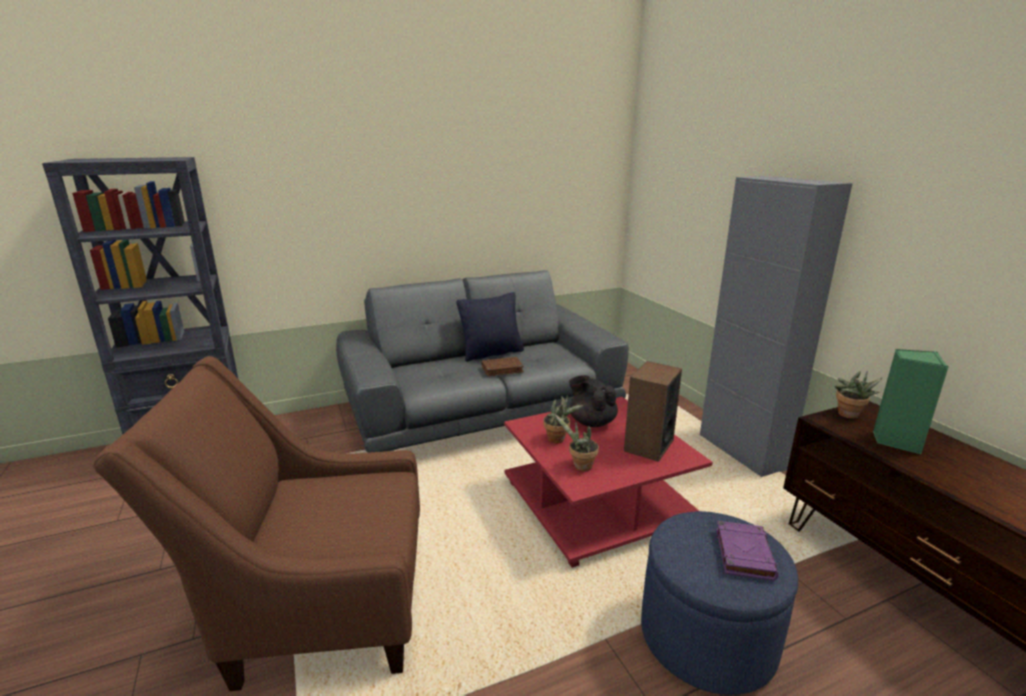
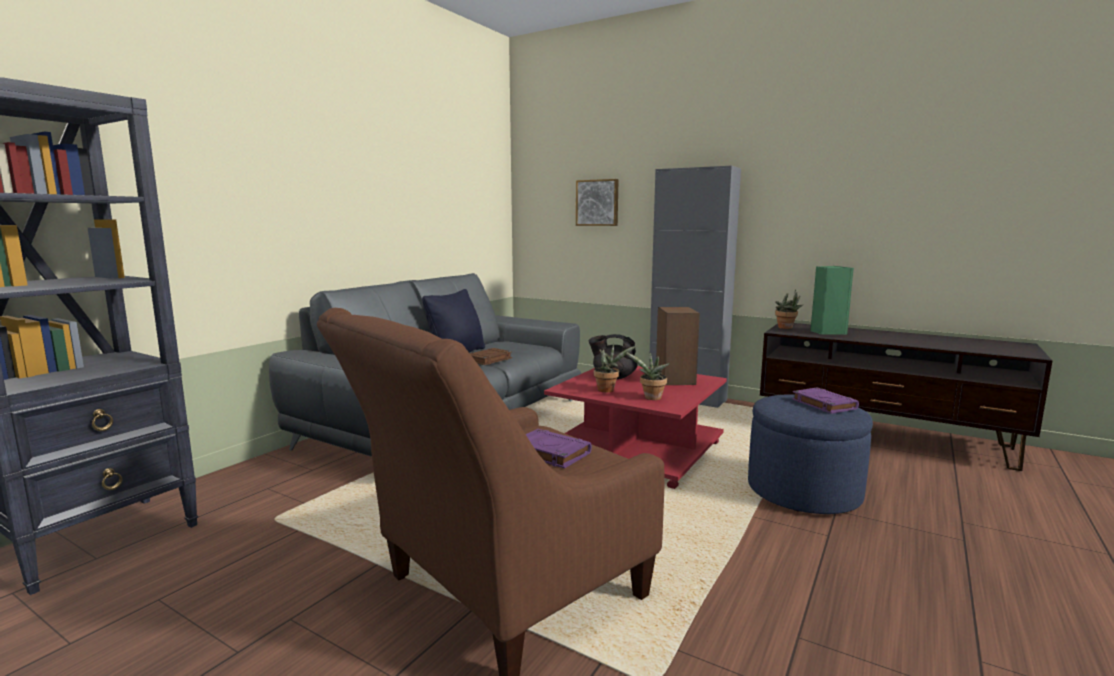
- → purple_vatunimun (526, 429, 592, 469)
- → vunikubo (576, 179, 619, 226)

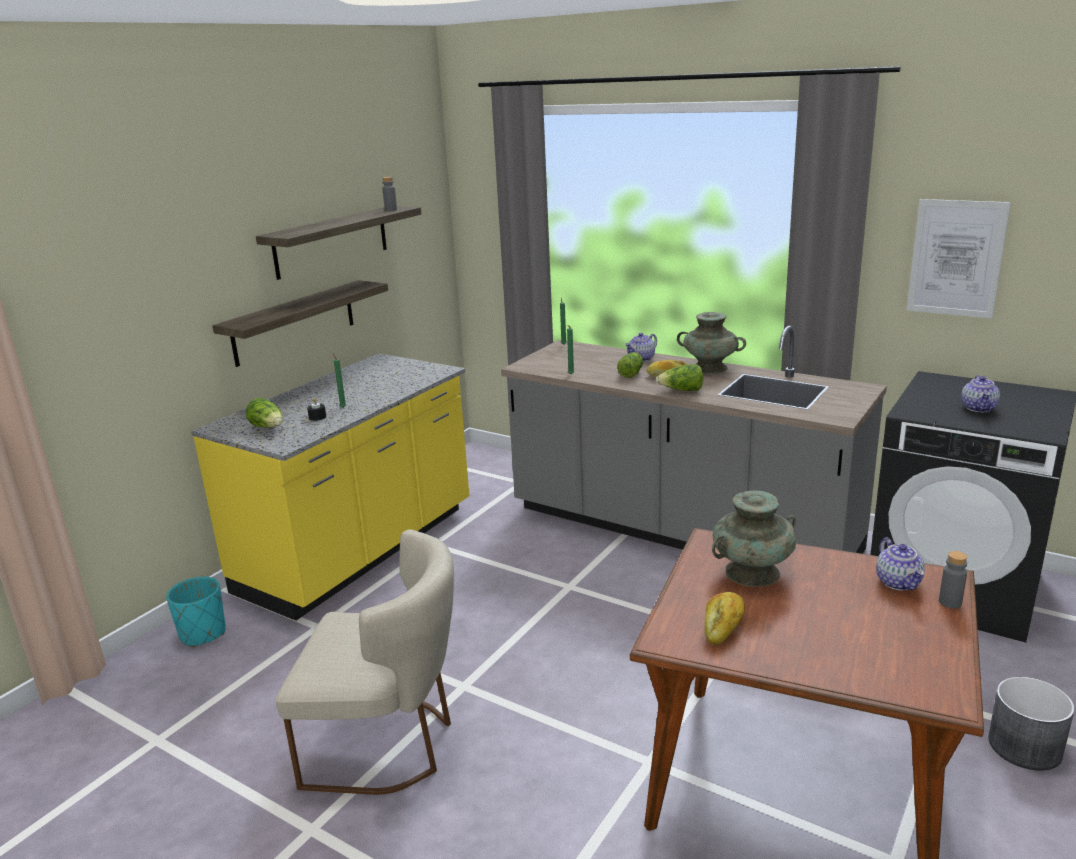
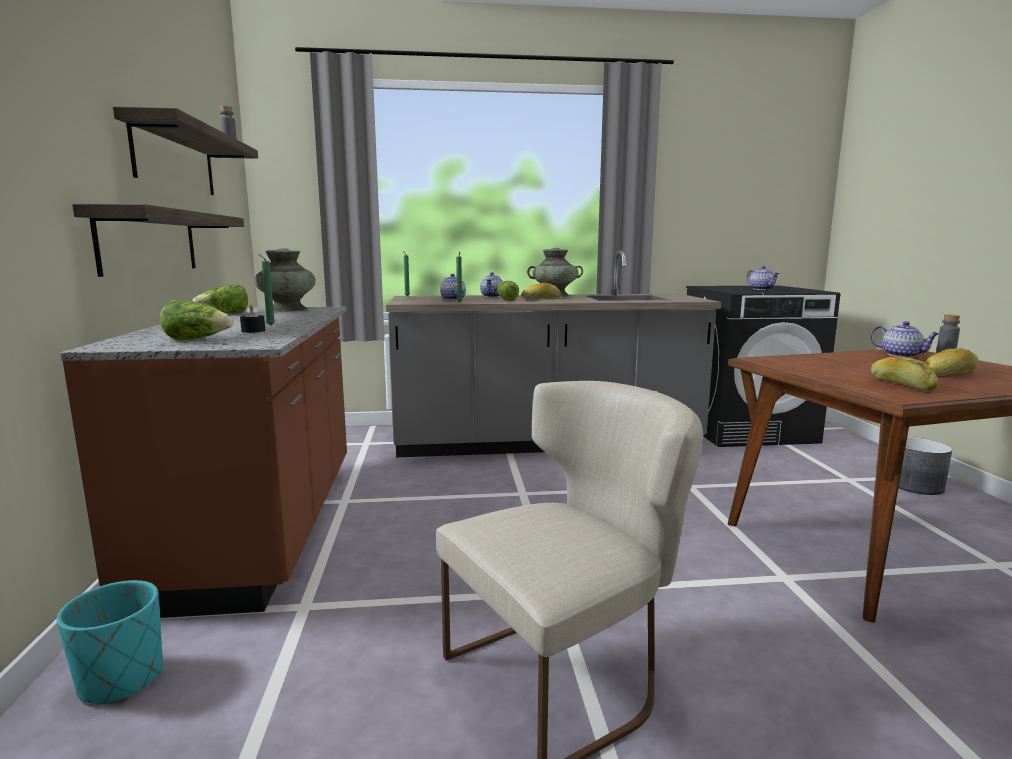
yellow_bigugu (191, 353, 470, 621) → brown_bigugu (60, 307, 347, 618)
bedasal (656, 364, 703, 391) → bedasal (193, 285, 248, 313), moved
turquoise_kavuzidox (712, 491, 796, 587) → turquoise_kavuzidox (254, 248, 316, 312), moved
vunikubo (907, 199, 1011, 319) → -
- → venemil (440, 274, 466, 300)
- → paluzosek (926, 348, 979, 376)

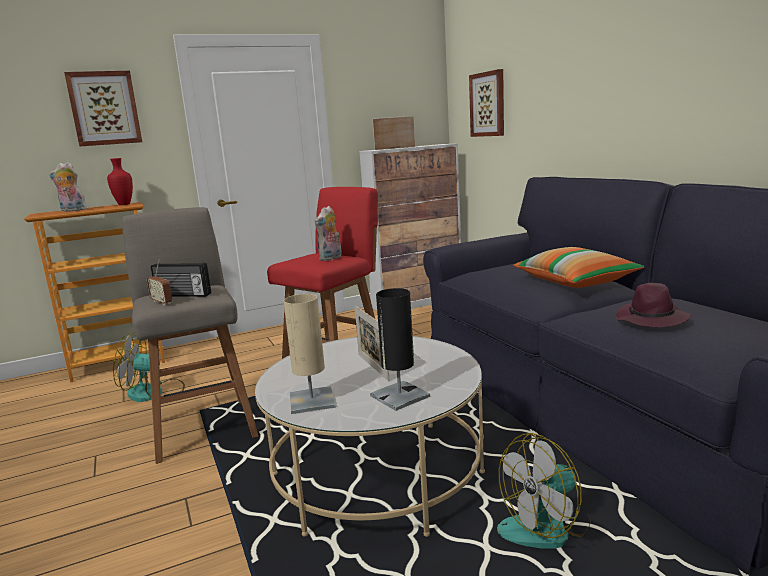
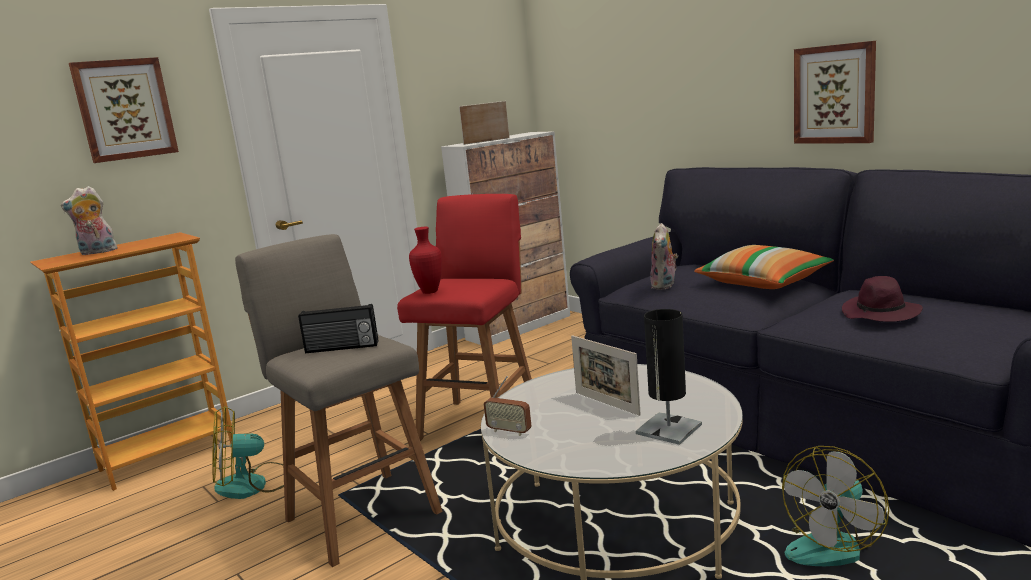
red_kavuzidox (107, 158, 133, 205) → red_kavuzidox (409, 227, 442, 294), moved
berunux (147, 259, 172, 306) → berunux (484, 376, 532, 436), moved
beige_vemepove (283, 294, 336, 414) → -
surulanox (315, 206, 342, 261) → surulanox (650, 223, 678, 290), moved
vunikubo (469, 69, 504, 137) → vunikubo (794, 41, 876, 144), moved

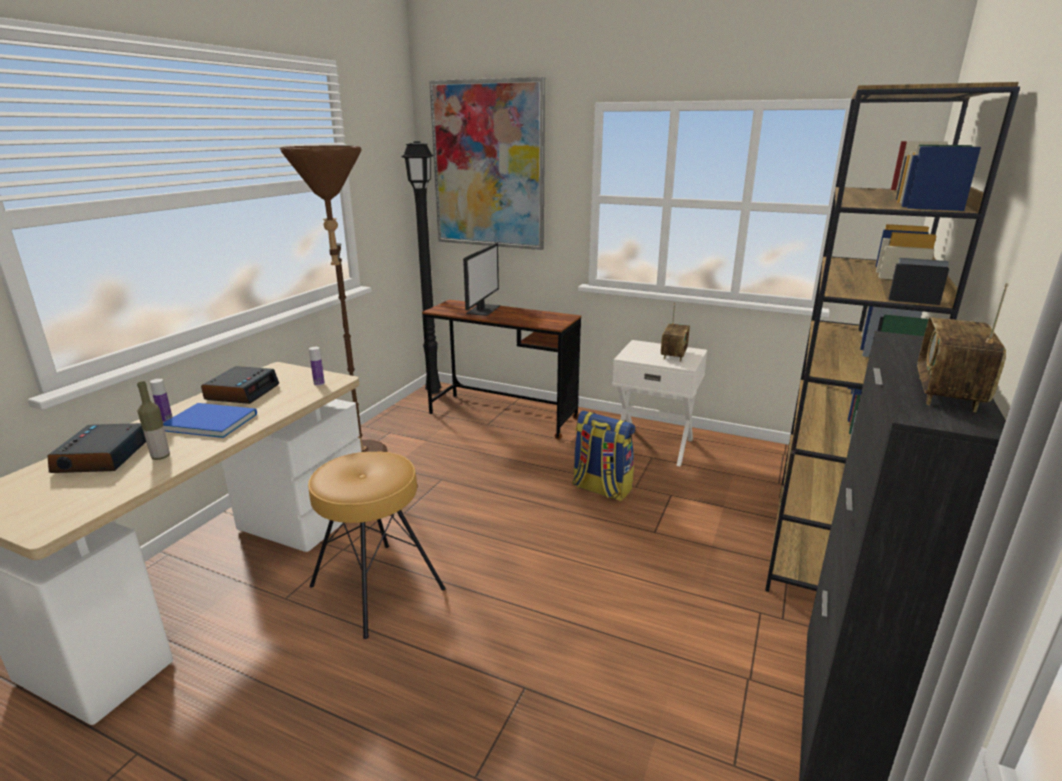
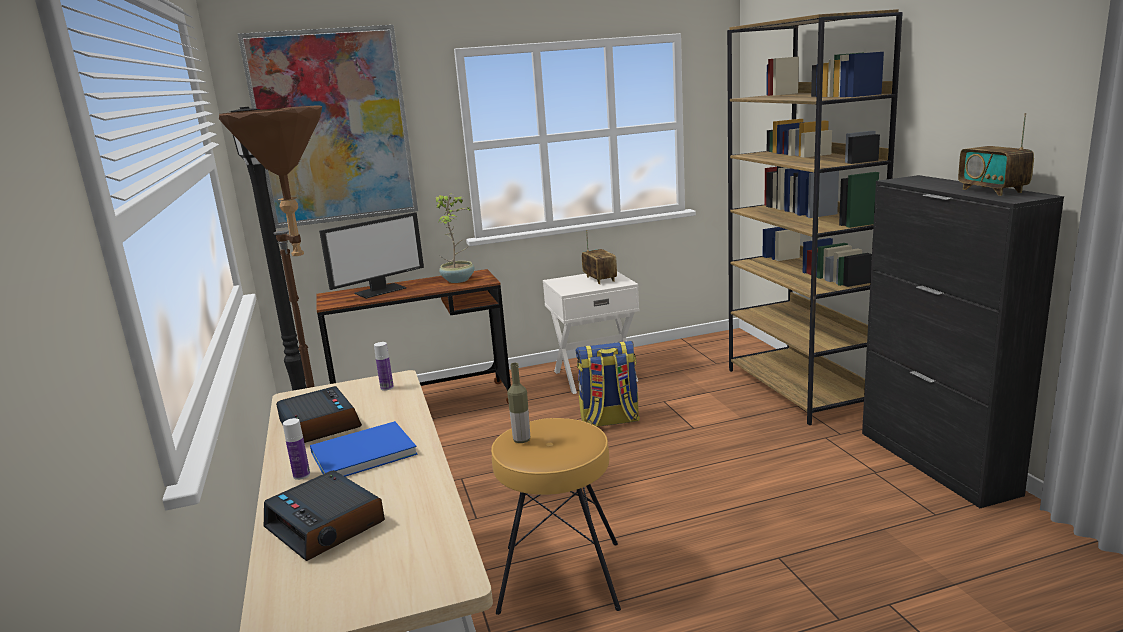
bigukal (137, 381, 170, 460) → bigukal (507, 363, 530, 443), moved
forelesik (463, 243, 500, 316) → forelesik (319, 212, 424, 299), 75 degrees clockwise
- → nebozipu (436, 194, 474, 283)

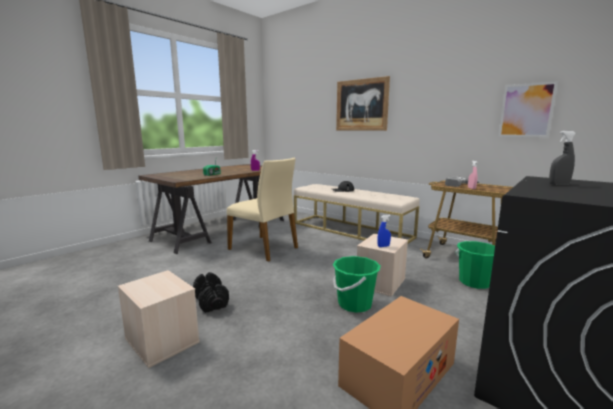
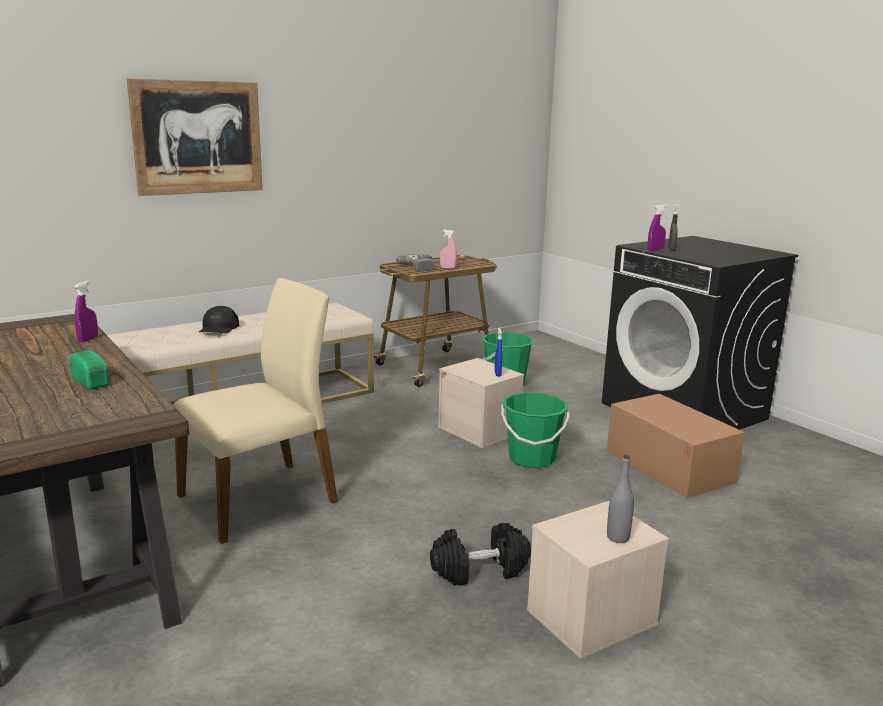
vunikubo (498, 81, 558, 137) → -
- → grey_bigukal (607, 455, 634, 543)
- → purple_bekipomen (648, 204, 667, 251)

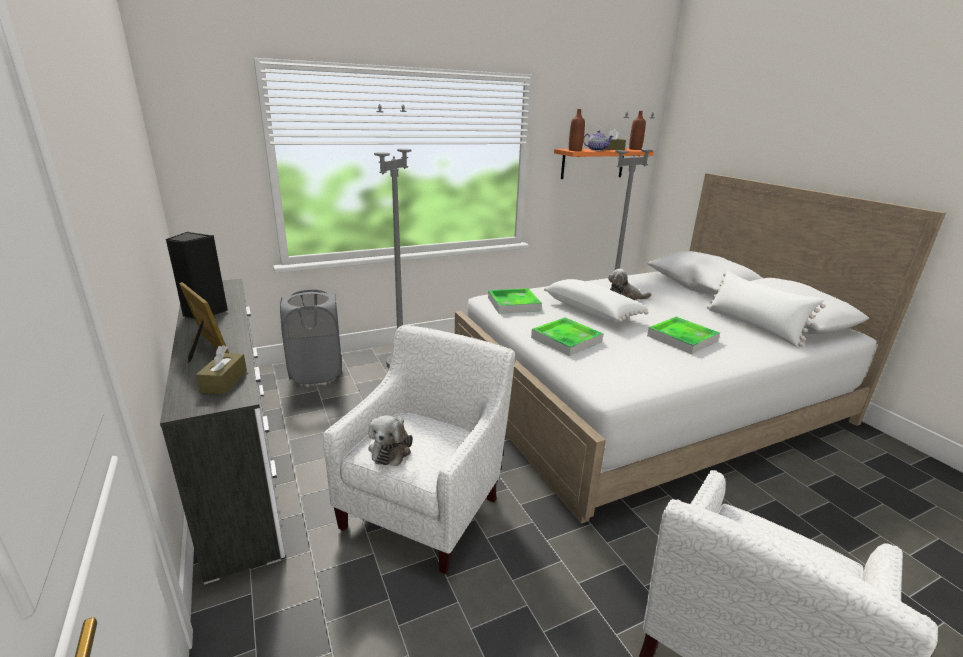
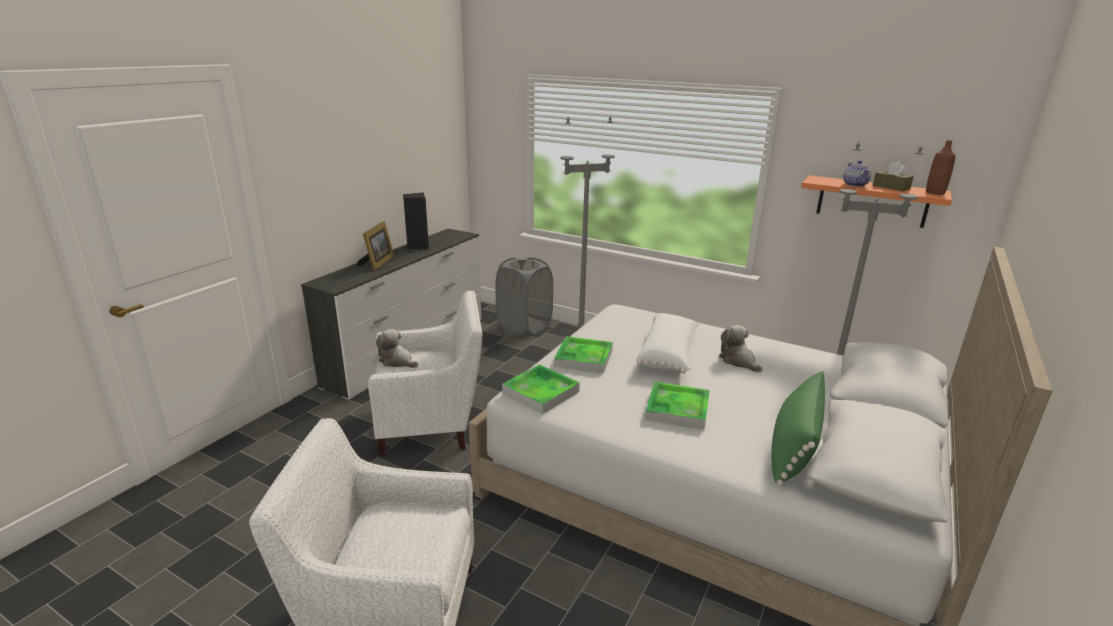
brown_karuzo (196, 345, 247, 394) → -
surulanox (368, 415, 413, 466) → surulanox (376, 329, 419, 368), 60 degrees clockwise
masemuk (488, 288, 542, 314) → masemuk (502, 364, 580, 414), moved
brown_bigukal (569, 109, 585, 151) → -
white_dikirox (707, 271, 826, 347) → green_dikirox (771, 371, 825, 486)

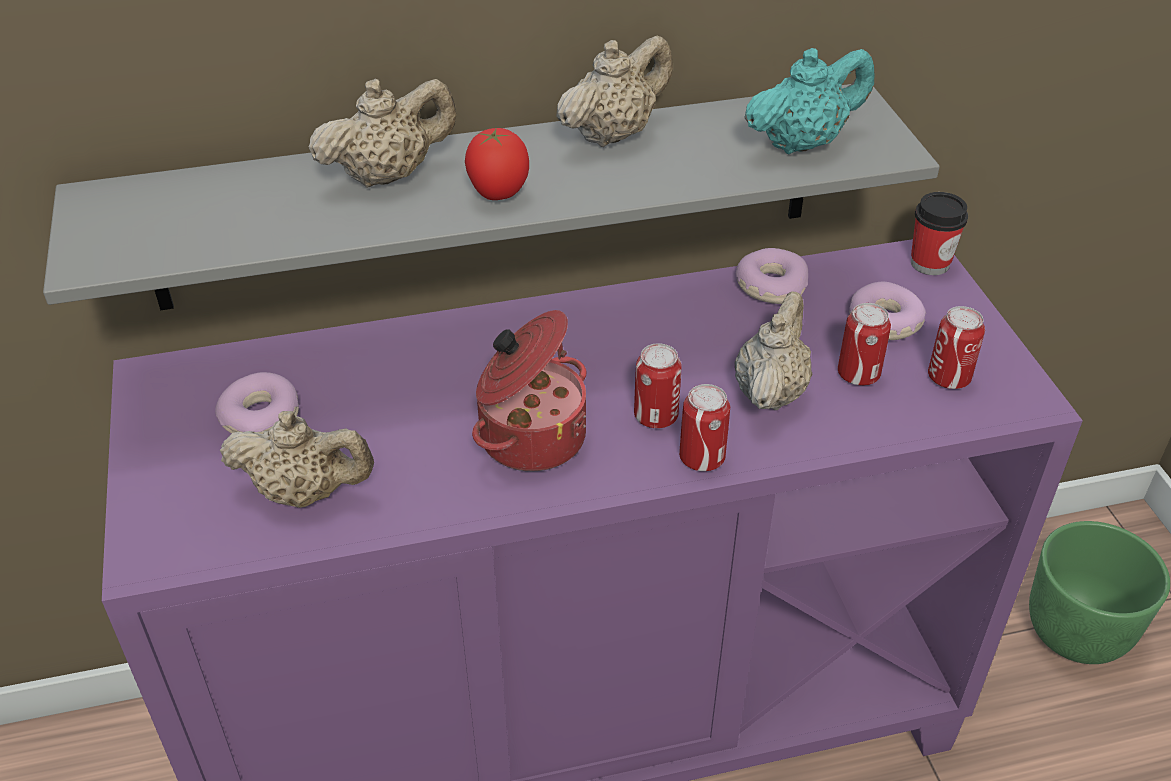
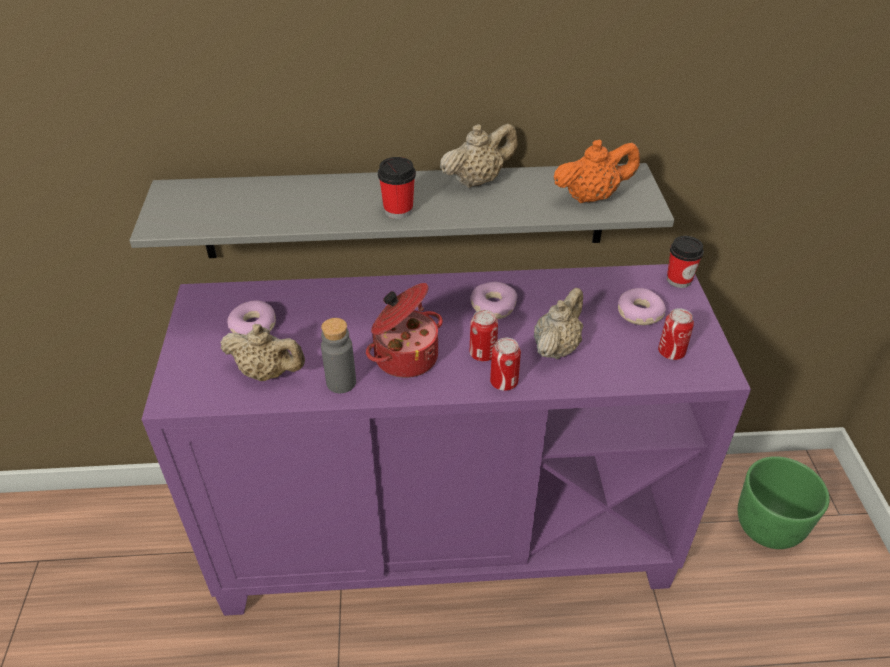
beige_venemil (308, 79, 456, 188) → -
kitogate (465, 128, 529, 200) → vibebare (378, 157, 416, 219)
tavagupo (736, 248, 808, 304) → tavagupo (470, 282, 517, 319), moved
turquoise_venemil (744, 48, 874, 154) → orange_venemil (553, 140, 640, 203)
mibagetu (838, 303, 891, 386) → -
- → grey_bigukal (321, 318, 356, 393)

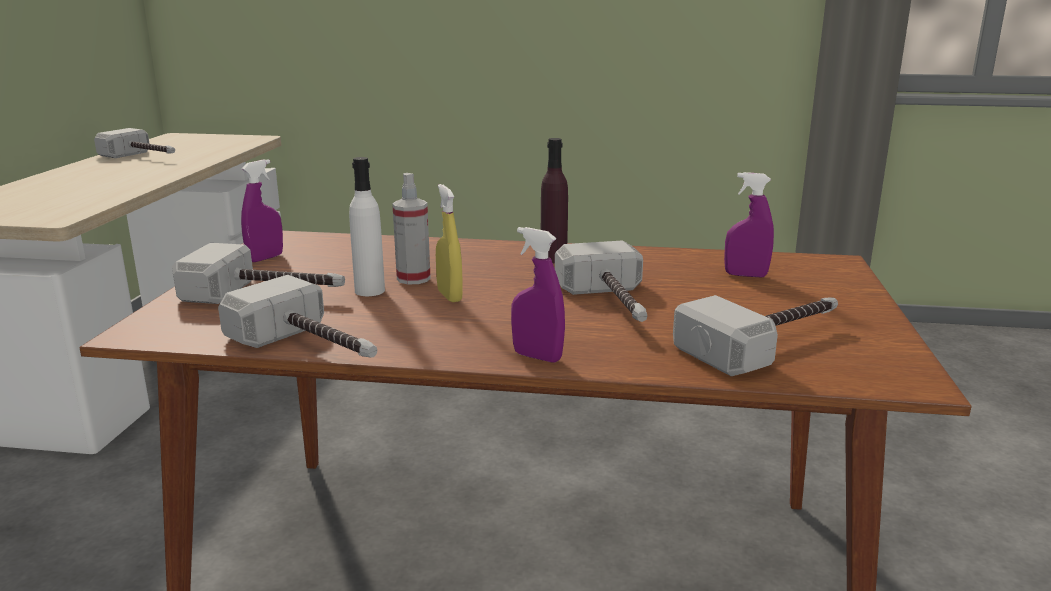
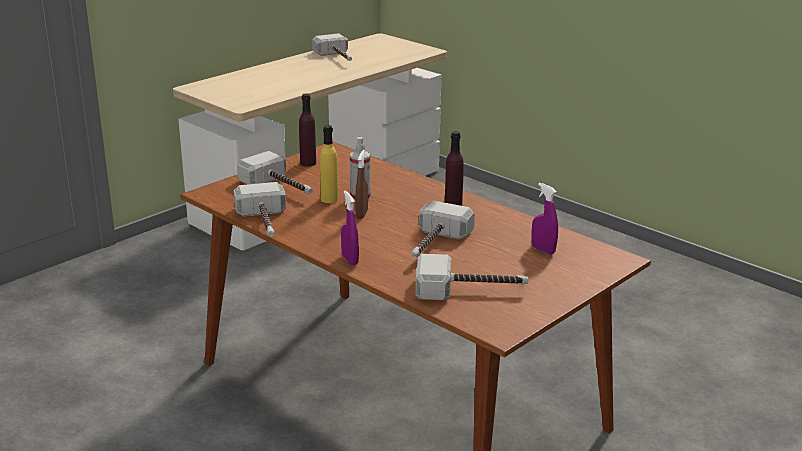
purple_bekipomen (241, 159, 283, 262) → purple_bigukal (299, 94, 316, 166)
white_bigukal (349, 157, 385, 296) → yellow_bigukal (320, 125, 338, 203)
yellow_bekipomen (436, 184, 463, 302) → brown_bekipomen (355, 150, 368, 219)

